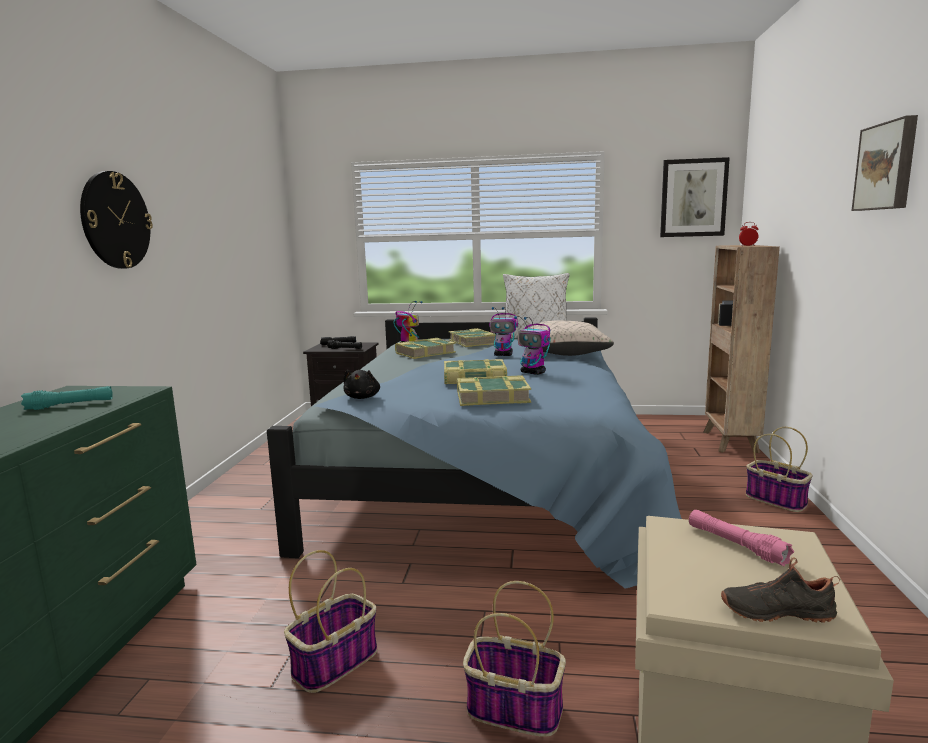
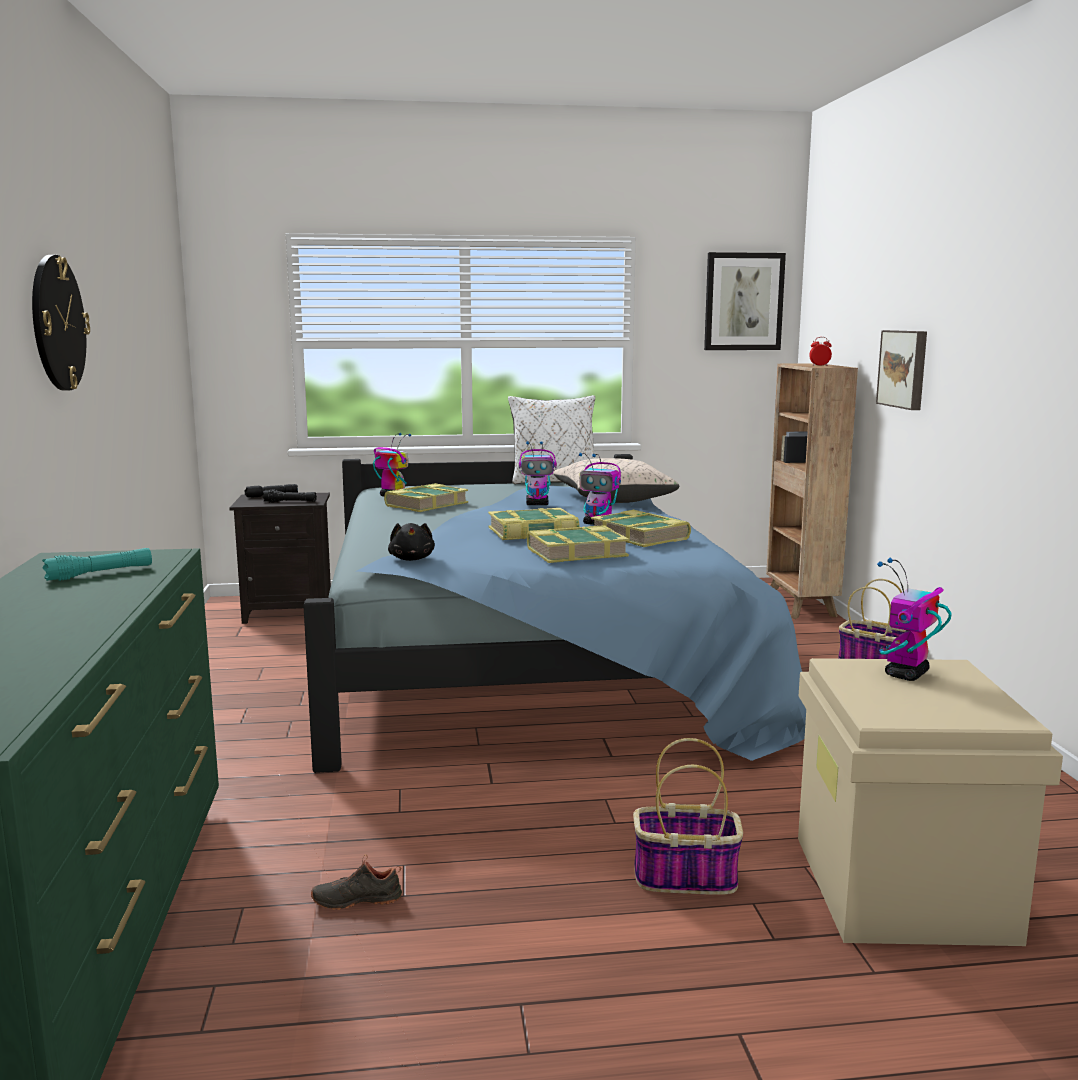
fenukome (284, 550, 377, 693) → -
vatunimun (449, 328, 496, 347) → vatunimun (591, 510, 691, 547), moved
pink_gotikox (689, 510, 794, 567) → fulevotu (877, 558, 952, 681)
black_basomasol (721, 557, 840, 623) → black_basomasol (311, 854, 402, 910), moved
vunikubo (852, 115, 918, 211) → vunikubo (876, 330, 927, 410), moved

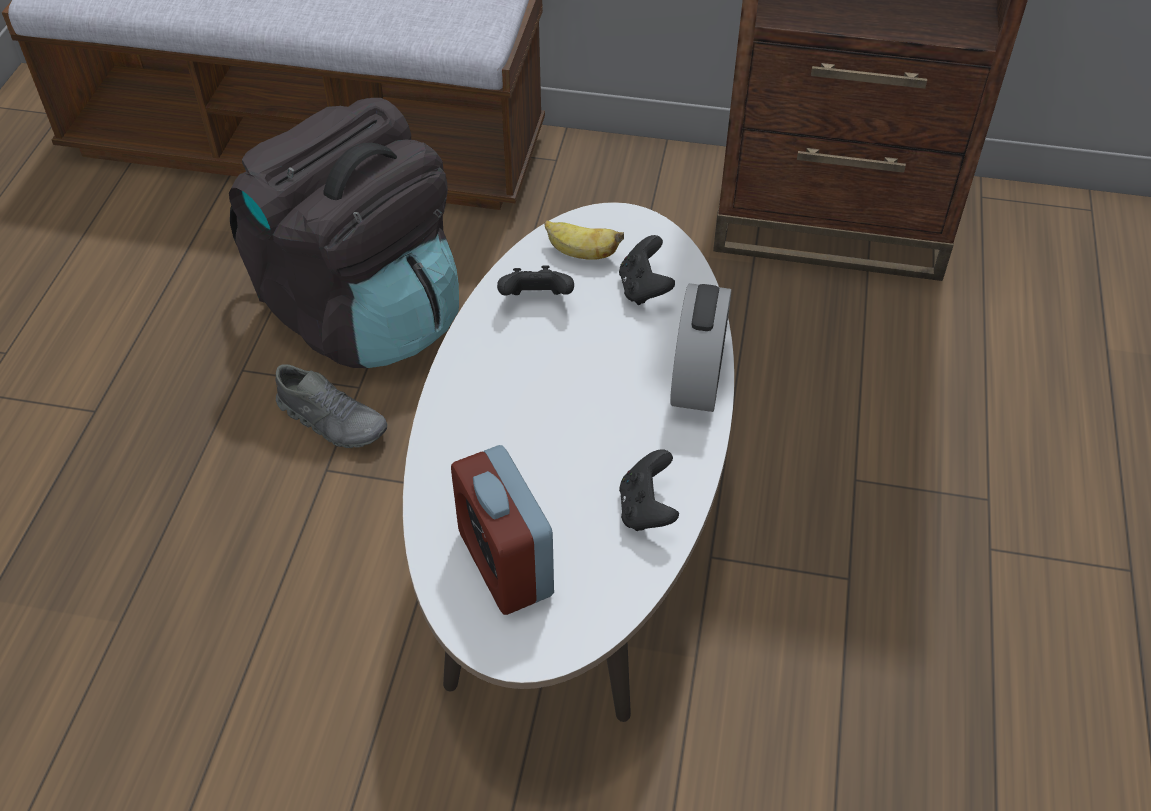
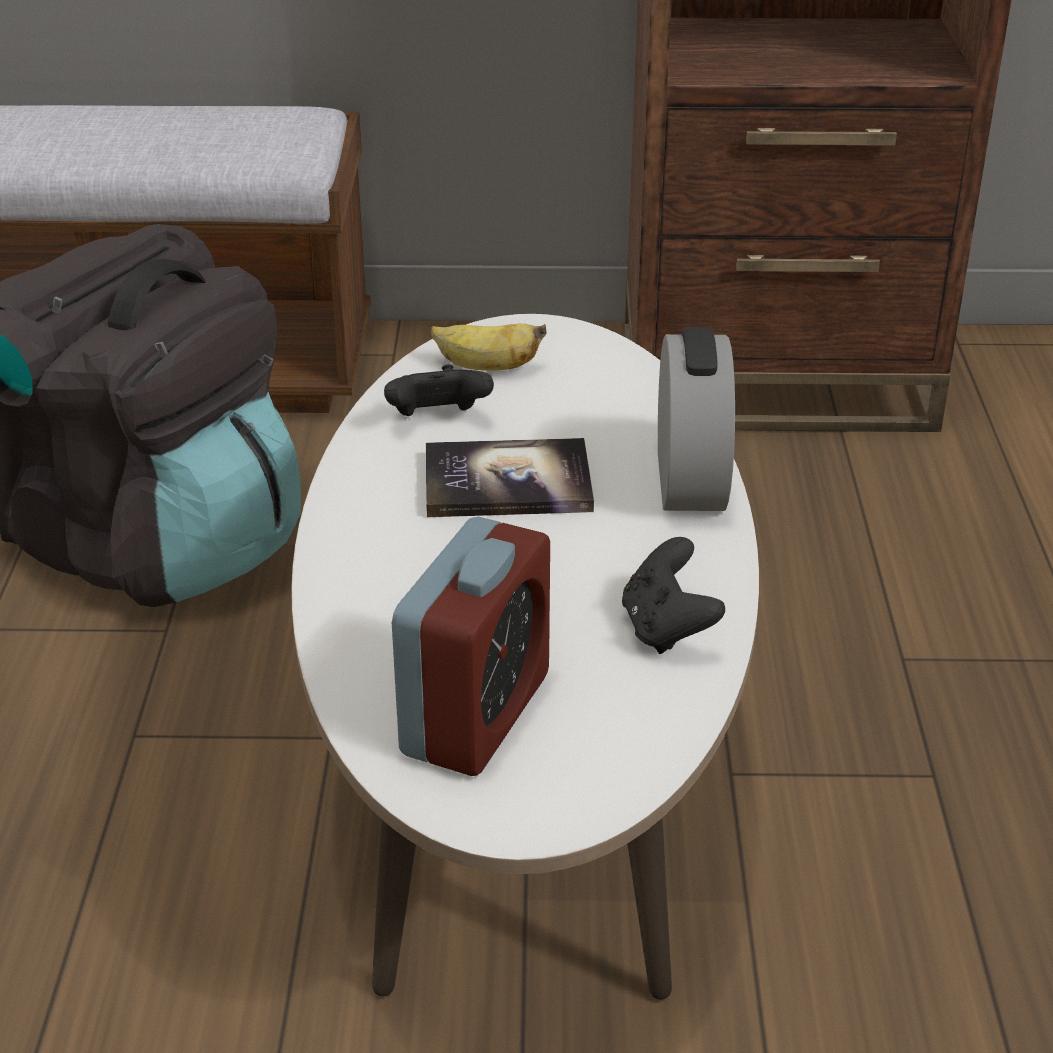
grey_basomasol (276, 364, 388, 448) → -
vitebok (451, 445, 554, 615) → vitebok (392, 517, 550, 776), 120 degrees counterclockwise
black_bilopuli (619, 235, 675, 305) → -
- → vatunimun (426, 438, 594, 517)

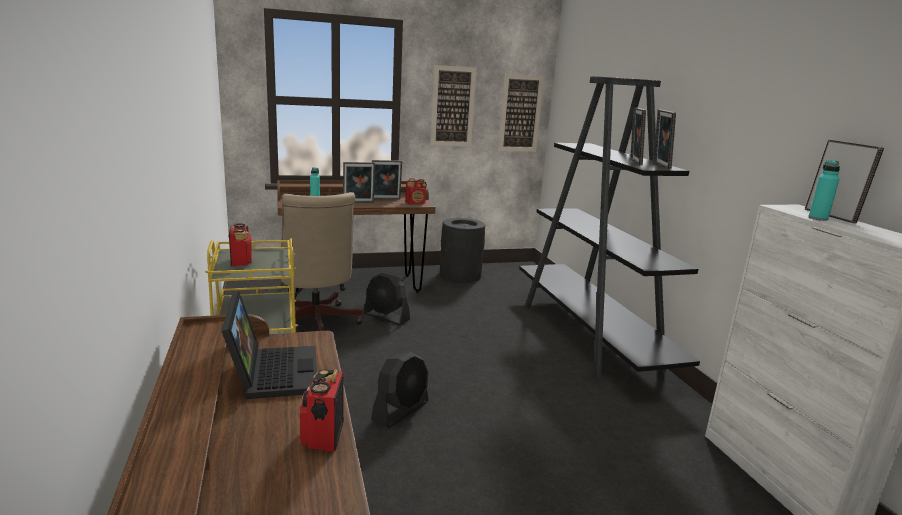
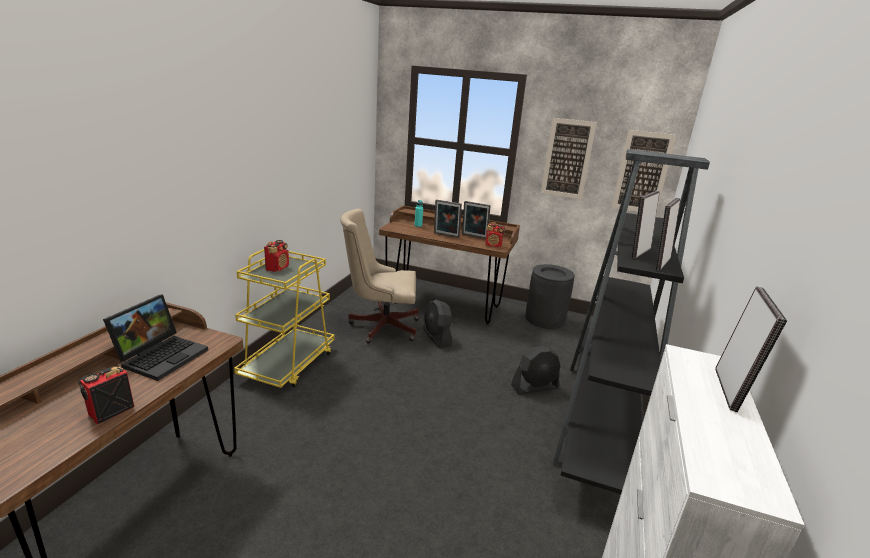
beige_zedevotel (280, 192, 362, 331) → beige_zedevotel (340, 209, 419, 344), 75 degrees clockwise
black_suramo (371, 352, 429, 428) → black_suramo (511, 346, 561, 395), moved
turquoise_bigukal (808, 160, 840, 221) → -

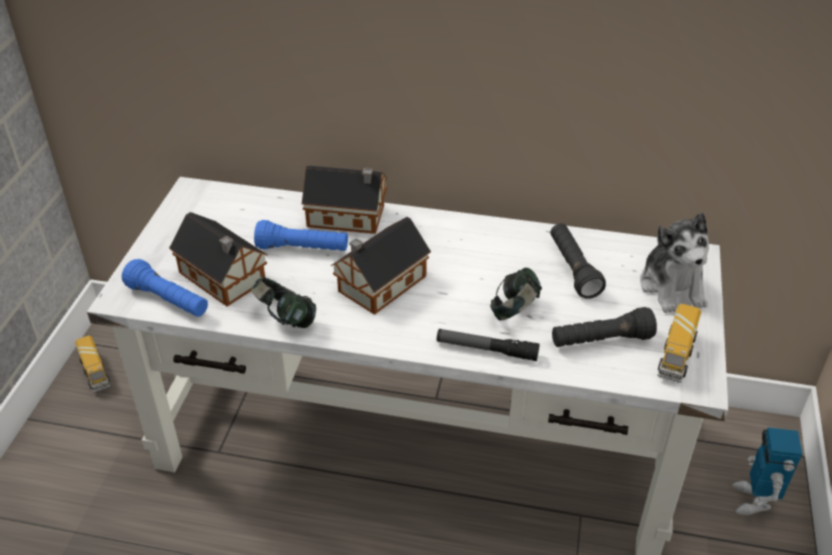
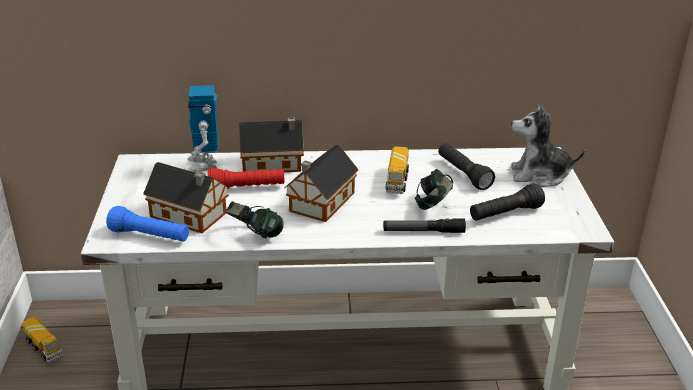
blue_gotikox (254, 220, 348, 251) → red_gotikox (208, 168, 284, 189)
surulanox (640, 213, 709, 313) → surulanox (511, 104, 585, 187), 120 degrees clockwise
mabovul (657, 304, 701, 383) → mabovul (386, 146, 409, 194), moved
fulevotu (732, 427, 802, 515) → fulevotu (187, 85, 219, 173), moved

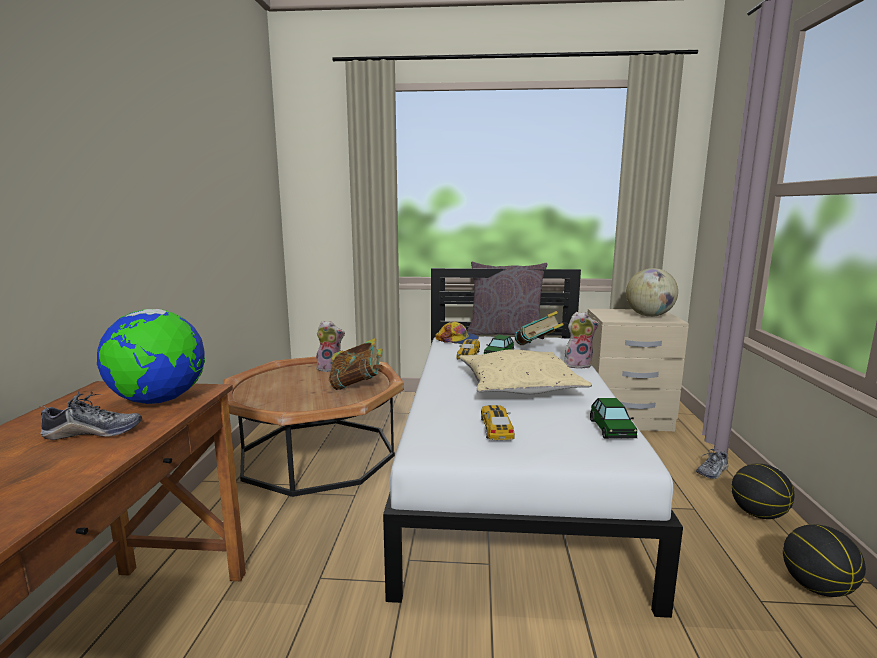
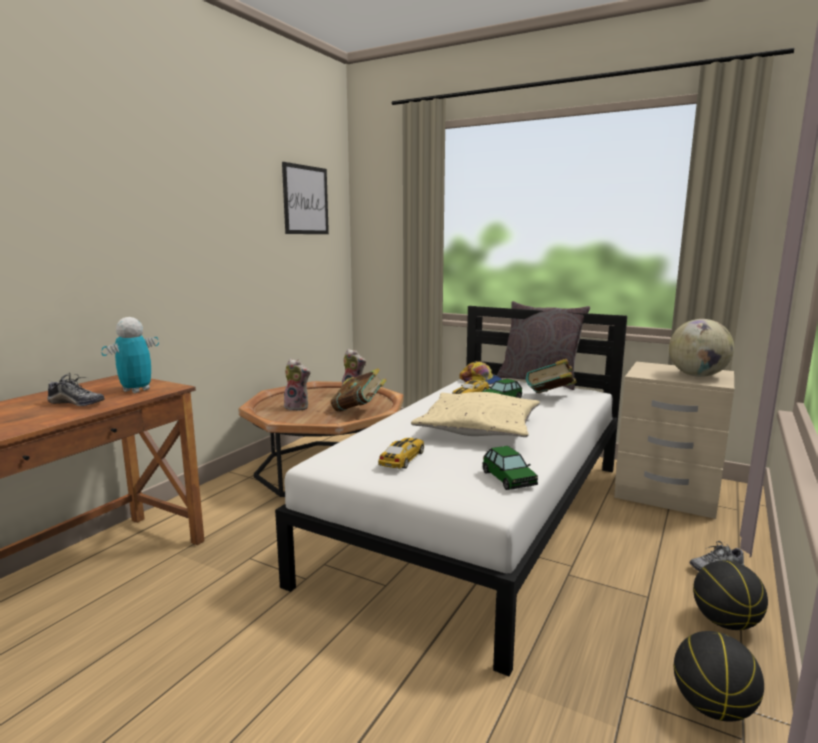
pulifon (97, 309, 205, 404) → fulevotu (101, 317, 159, 393)
surulanox (564, 312, 599, 369) → surulanox (284, 359, 310, 411), moved
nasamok (590, 398, 637, 438) → nasamok (483, 446, 538, 490), 45 degrees counterclockwise
- → vunikubo (282, 162, 329, 234)

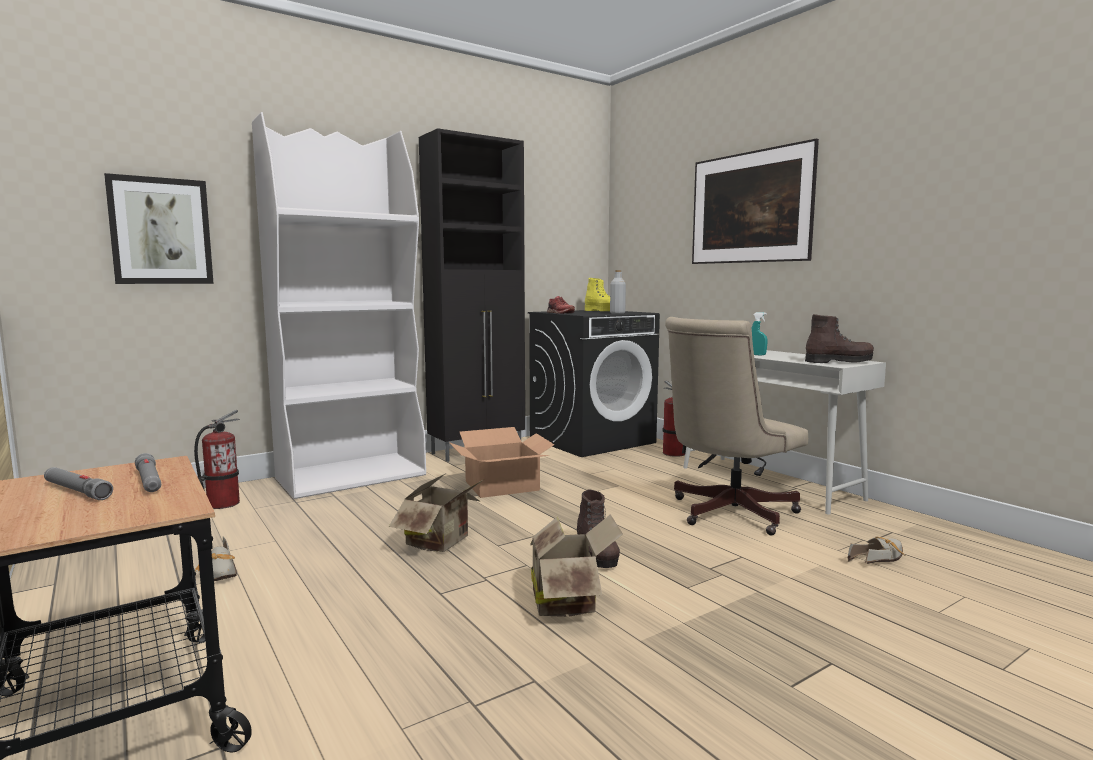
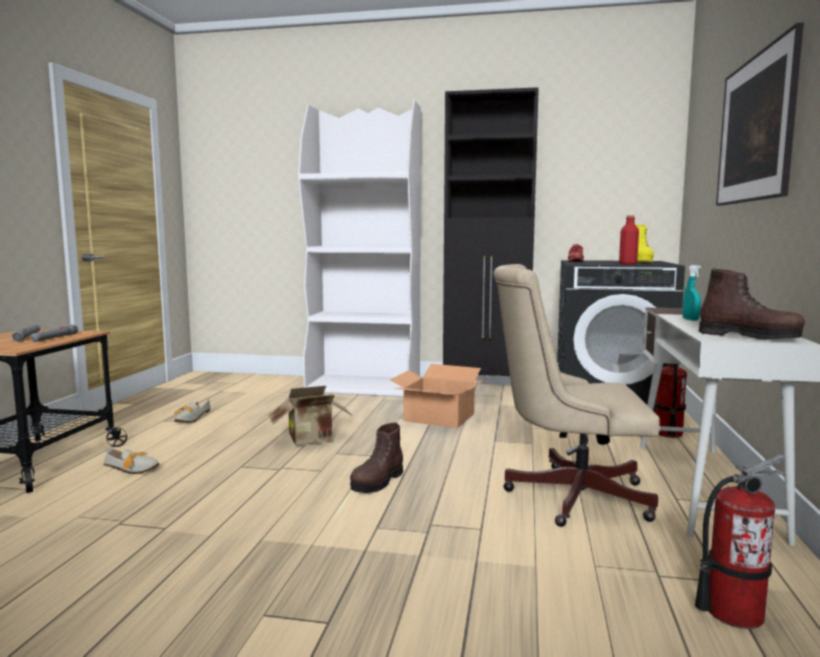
vunikubo (104, 173, 214, 284) → -
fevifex (194, 410, 240, 509) → fevifex (695, 455, 786, 629), moved
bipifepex (530, 514, 623, 617) → -
grey_bigukal (610, 270, 626, 314) → red_bigukal (619, 215, 639, 265)
basomasol (847, 537, 906, 564) → basomasol (103, 447, 159, 474), moved

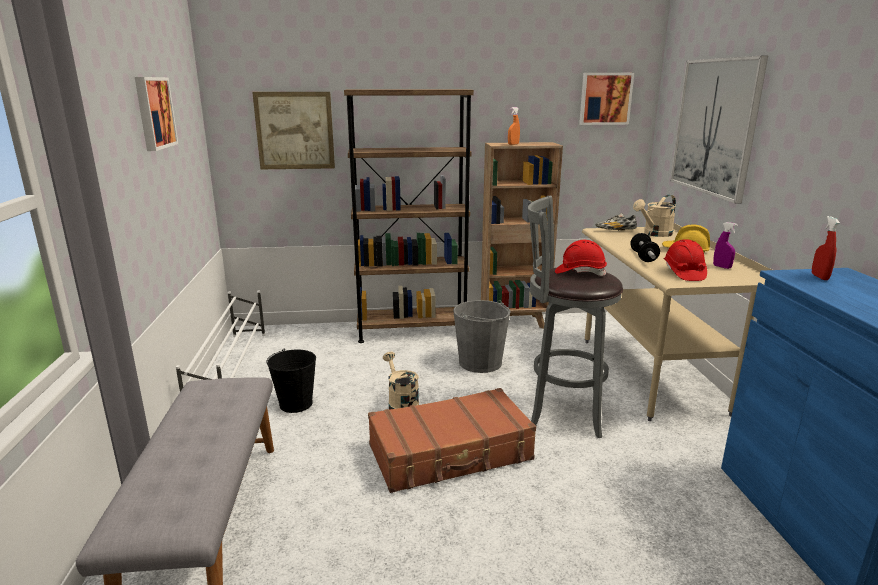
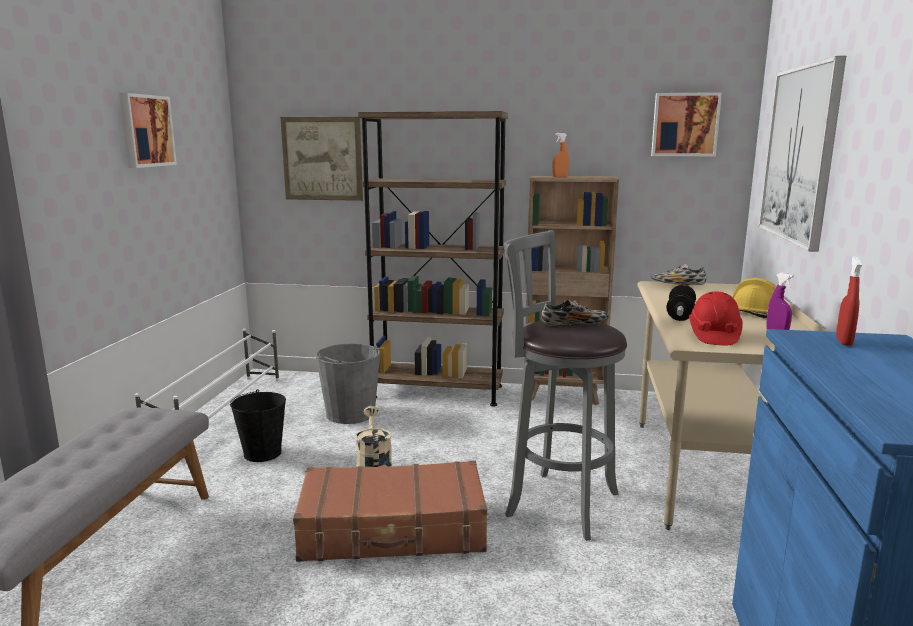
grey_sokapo (453, 300, 510, 373) → grey_sokapo (316, 343, 380, 424), moved
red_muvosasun (555, 240, 607, 276) → basomasol (541, 299, 609, 326)
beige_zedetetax (633, 195, 676, 237) → -

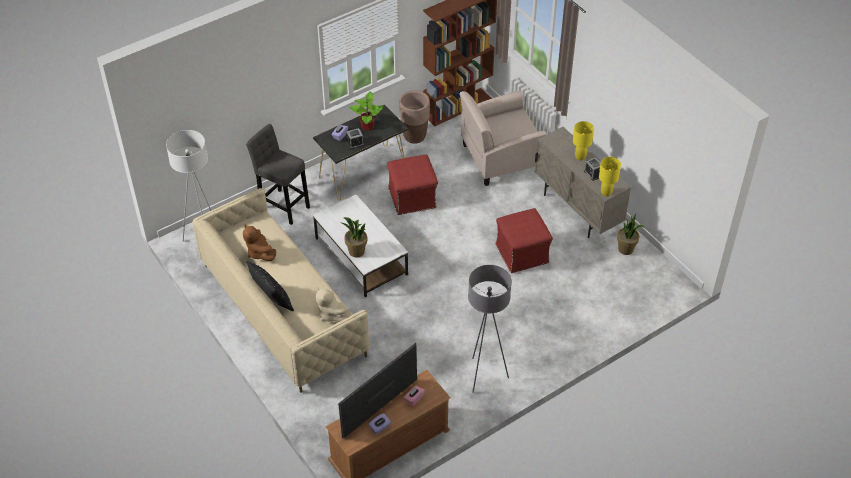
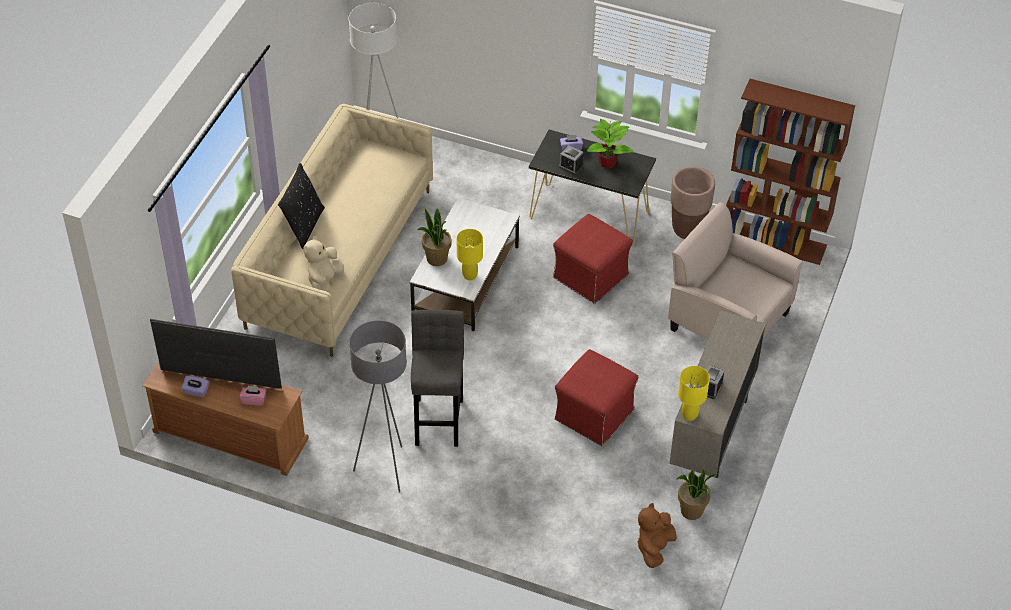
brown_surulanox (243, 225, 276, 261) → brown_surulanox (637, 503, 677, 568), moved
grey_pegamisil (246, 124, 310, 225) → grey_pegamisil (411, 310, 464, 447), moved
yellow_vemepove (573, 121, 594, 161) → yellow_vemepove (457, 229, 483, 280), moved

